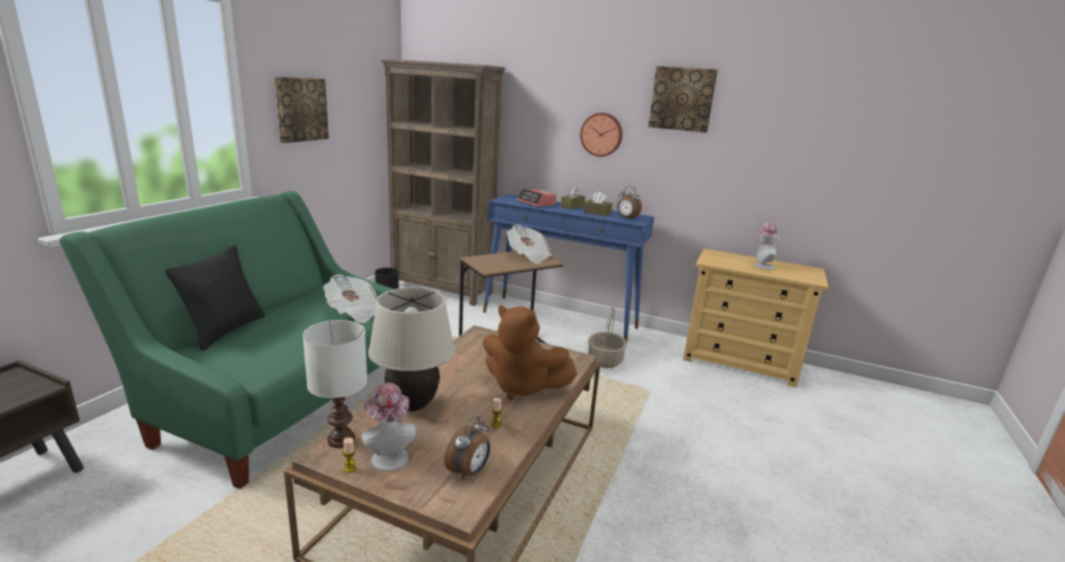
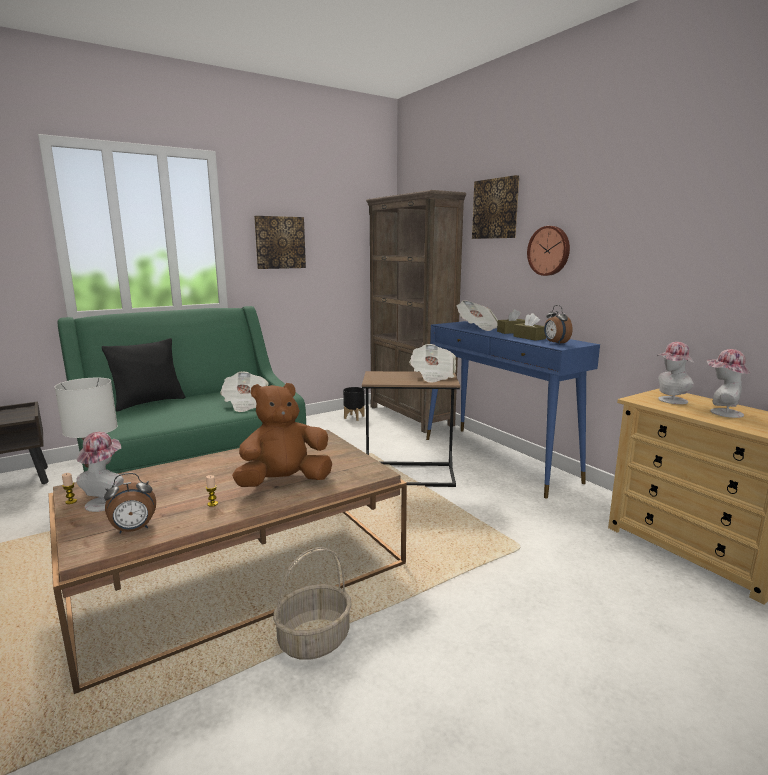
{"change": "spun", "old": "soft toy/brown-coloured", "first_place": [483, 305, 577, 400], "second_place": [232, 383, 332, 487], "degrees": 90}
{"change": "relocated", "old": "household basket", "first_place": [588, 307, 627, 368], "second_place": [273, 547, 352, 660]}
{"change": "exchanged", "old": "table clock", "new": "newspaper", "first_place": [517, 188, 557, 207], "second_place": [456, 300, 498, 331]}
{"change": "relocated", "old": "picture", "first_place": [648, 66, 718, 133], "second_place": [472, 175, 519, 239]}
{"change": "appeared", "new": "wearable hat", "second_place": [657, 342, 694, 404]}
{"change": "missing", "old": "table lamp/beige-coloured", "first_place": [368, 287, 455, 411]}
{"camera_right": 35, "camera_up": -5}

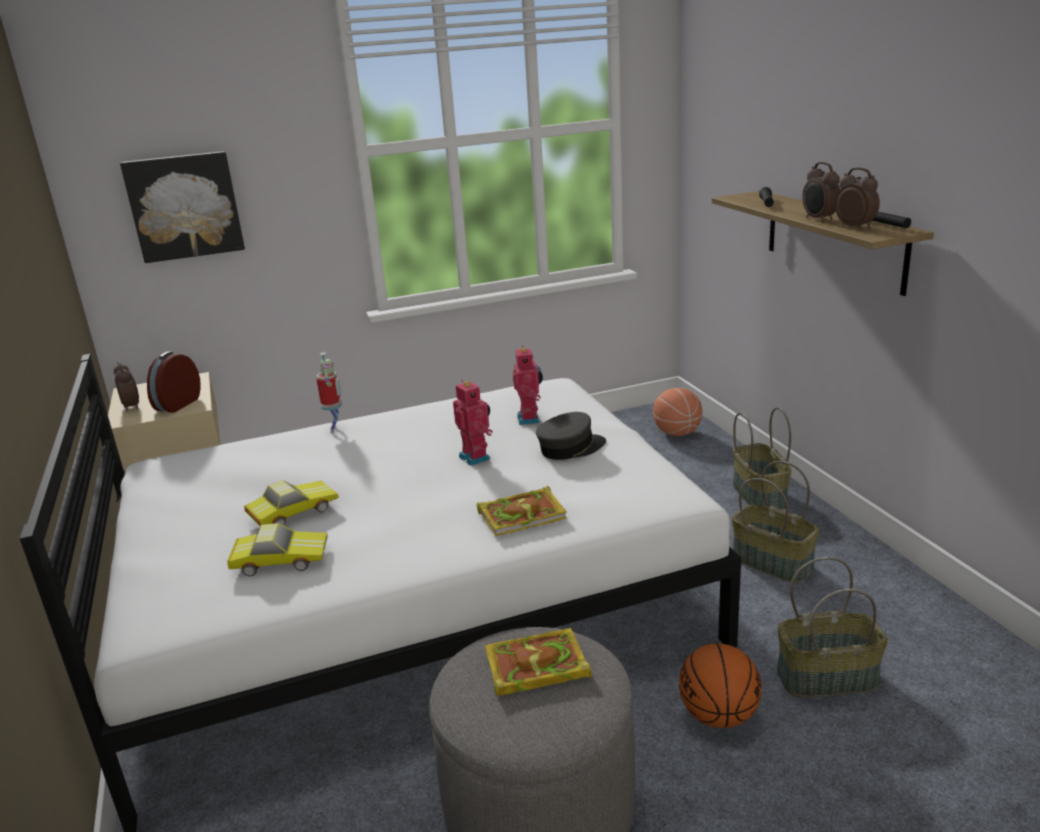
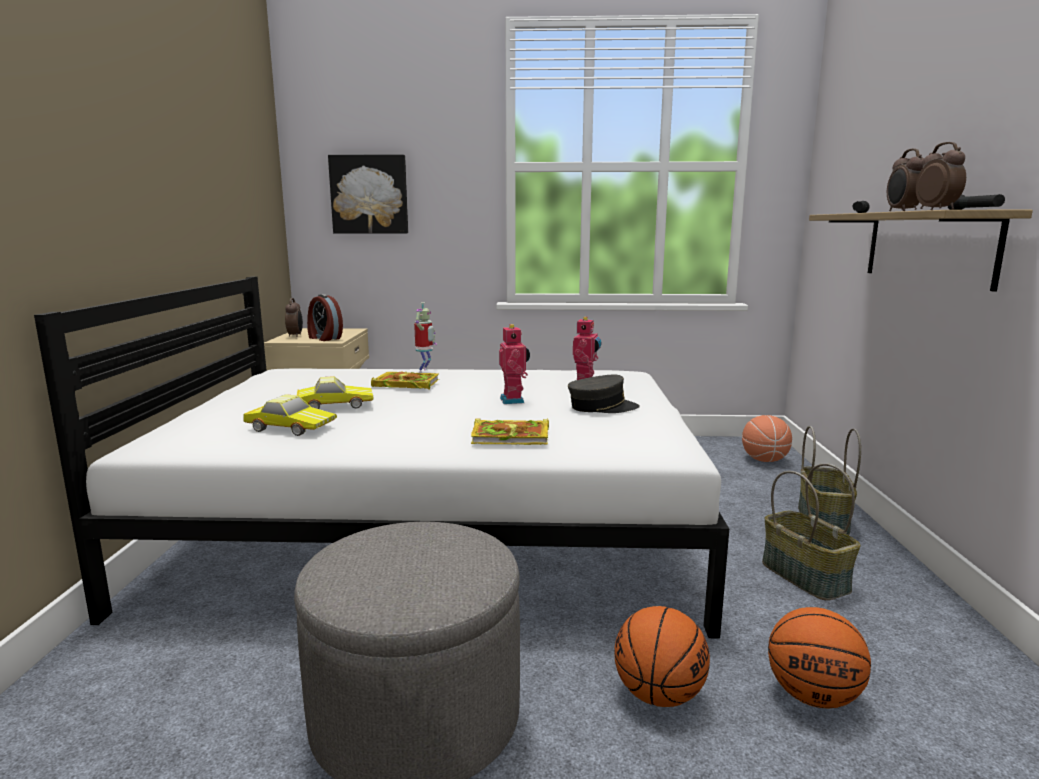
{"change": "spun", "old": "table clock", "first_place": [147, 351, 201, 413], "second_place": [307, 294, 343, 341], "degrees": -90}
{"change": "relocated", "old": "volume", "first_place": [485, 628, 592, 696], "second_place": [371, 372, 439, 390]}
{"change": "exchanged", "old": "household basket", "new": "basketball", "first_place": [777, 557, 888, 697], "second_place": [768, 607, 871, 708]}
{"camera_right": 20, "camera_up": -10}

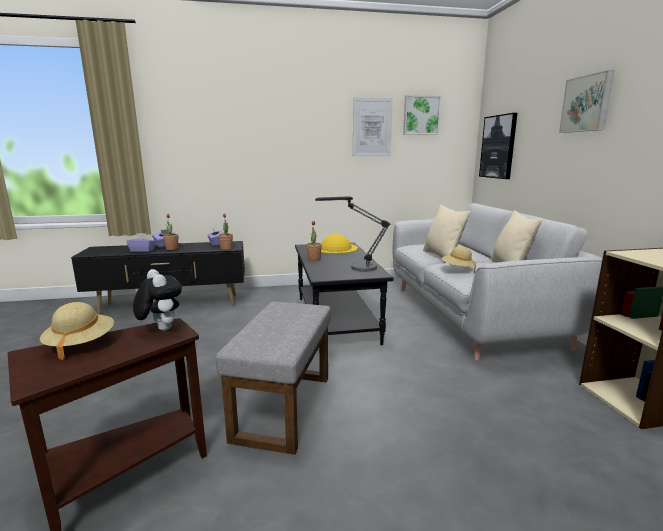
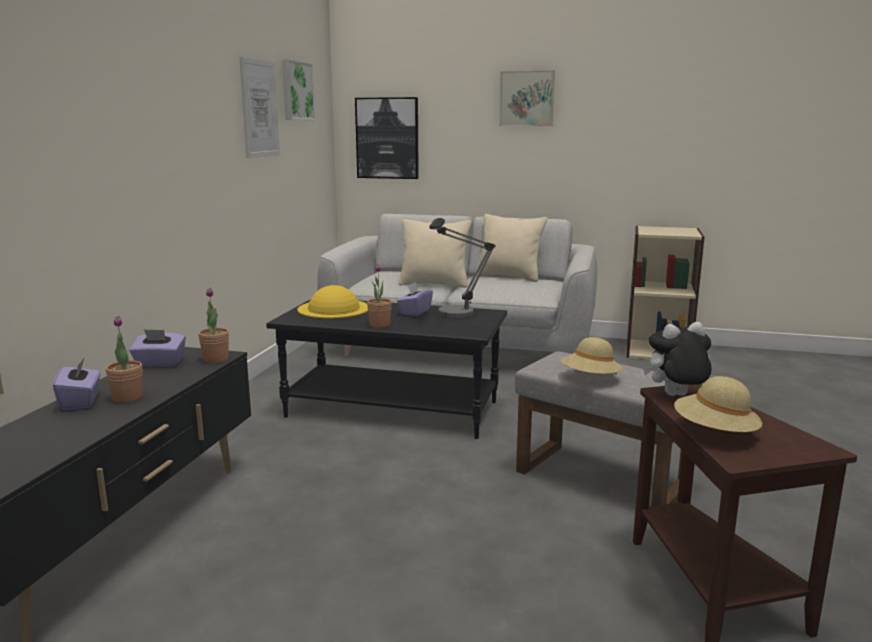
{"change": "relocated", "old": "tissue holder/purple", "first_place": [126, 233, 156, 253], "second_place": [397, 282, 433, 316]}
{"change": "relocated", "old": "wearable hat/beige-coloured", "first_place": [442, 246, 476, 272], "second_place": [561, 337, 623, 375]}
{"camera_right": -65, "camera_up": 0}

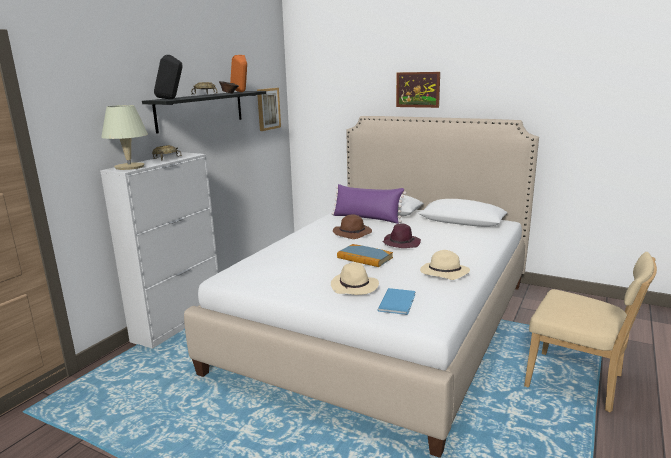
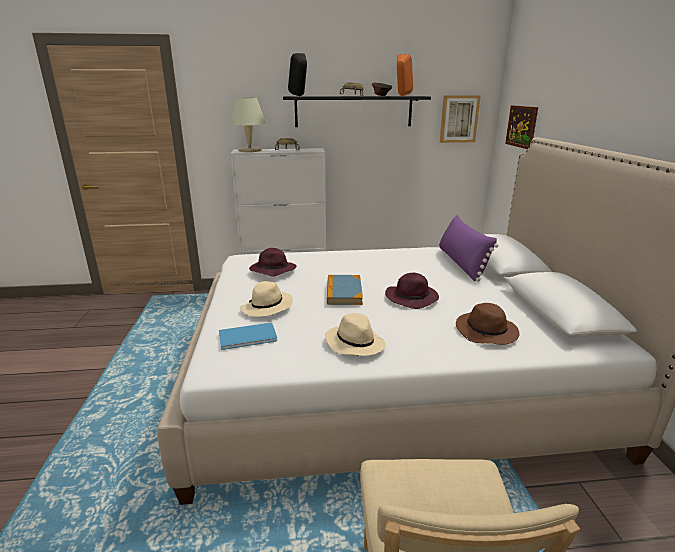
{"change": "appeared", "new": "wearable hat/purple", "second_place": [249, 248, 297, 277]}
{"change": "relocated", "old": "wearable hat/brown-coloured", "first_place": [333, 214, 372, 239], "second_place": [456, 303, 520, 345]}
{"change": "relocated", "old": "picture", "first_place": [396, 72, 440, 108], "second_place": [505, 105, 538, 149]}
{"camera_right": 55, "camera_up": 5}

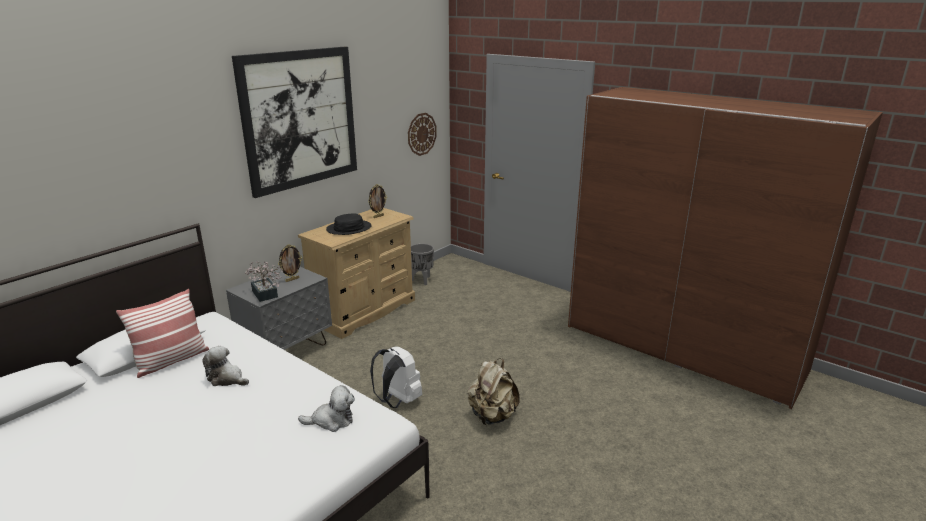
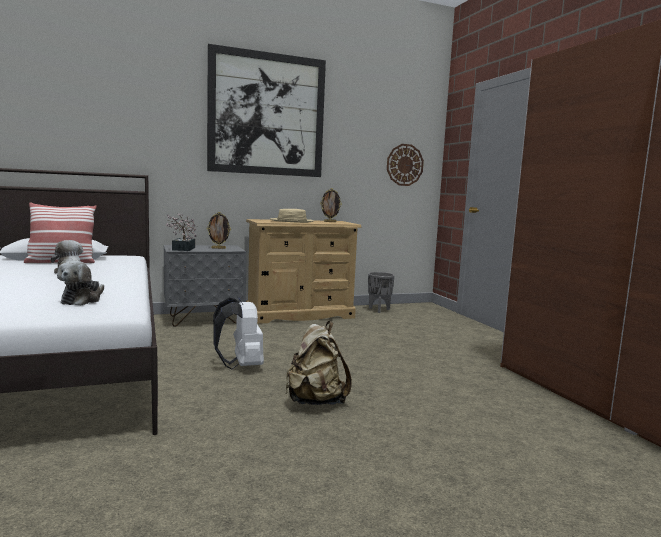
{"change": "spun", "old": "soft toy", "first_place": [298, 385, 355, 432], "second_place": [57, 261, 104, 306], "degrees": 75}
{"change": "colour", "old": "wearable hat/blackish", "new": "wearable hat/beige-coloured", "first_place": [326, 214, 372, 235], "second_place": [270, 209, 314, 223]}
{"camera_right": 30, "camera_up": -15}

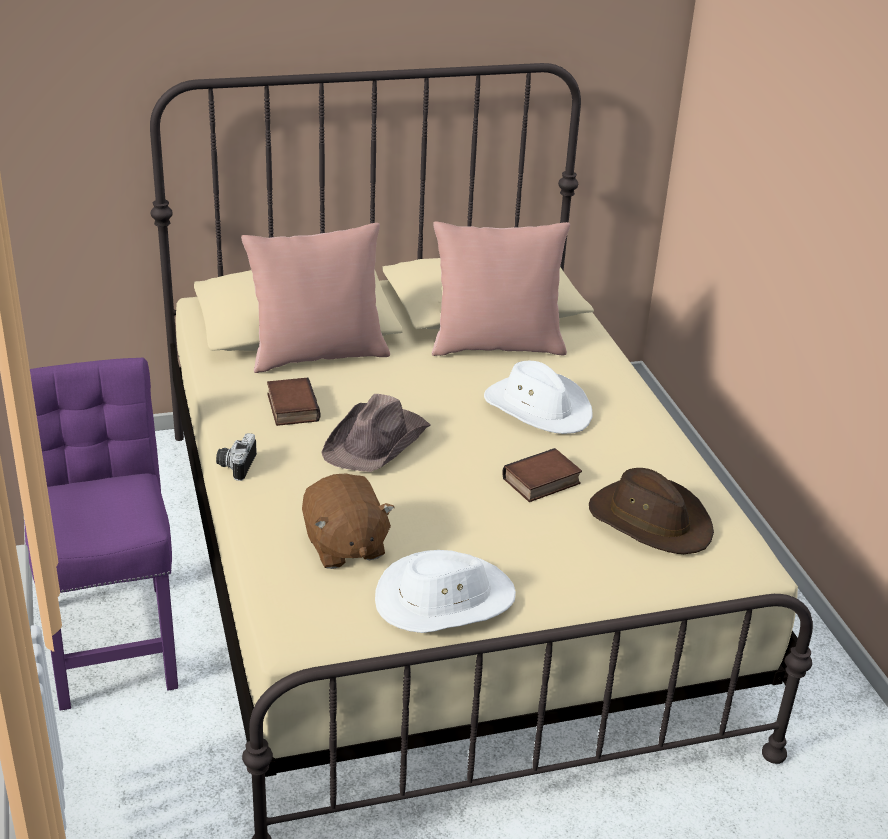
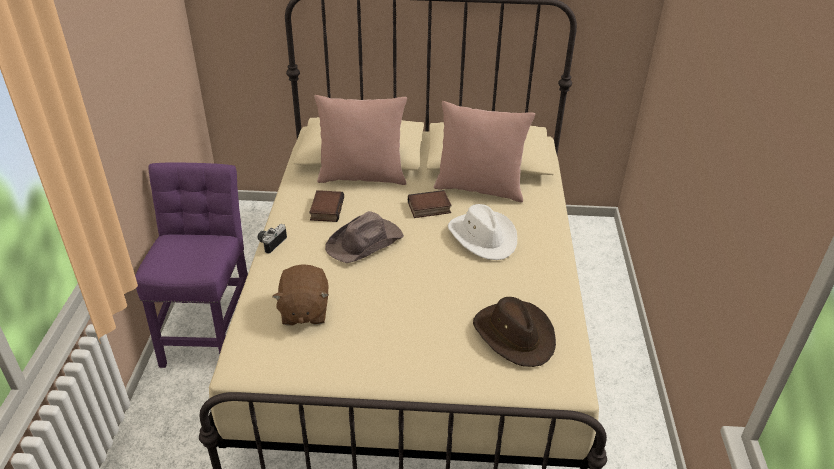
{"change": "relocated", "old": "volume", "first_place": [502, 448, 582, 502], "second_place": [408, 190, 452, 218]}
{"change": "missing", "old": "wearable hat/white", "first_place": [375, 550, 516, 633]}
{"camera_right": 20, "camera_up": 5}

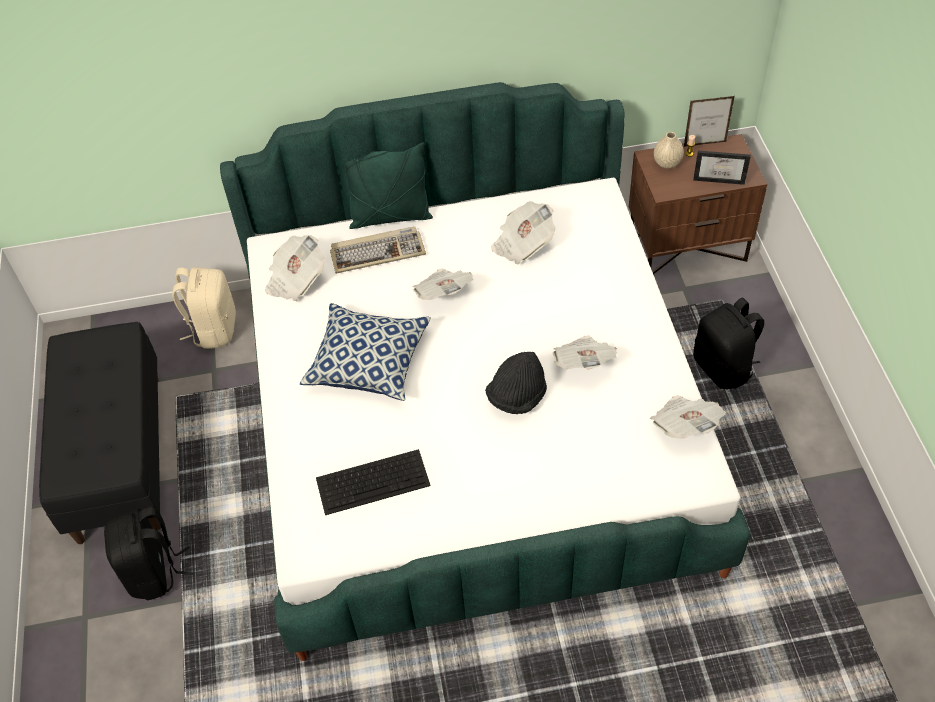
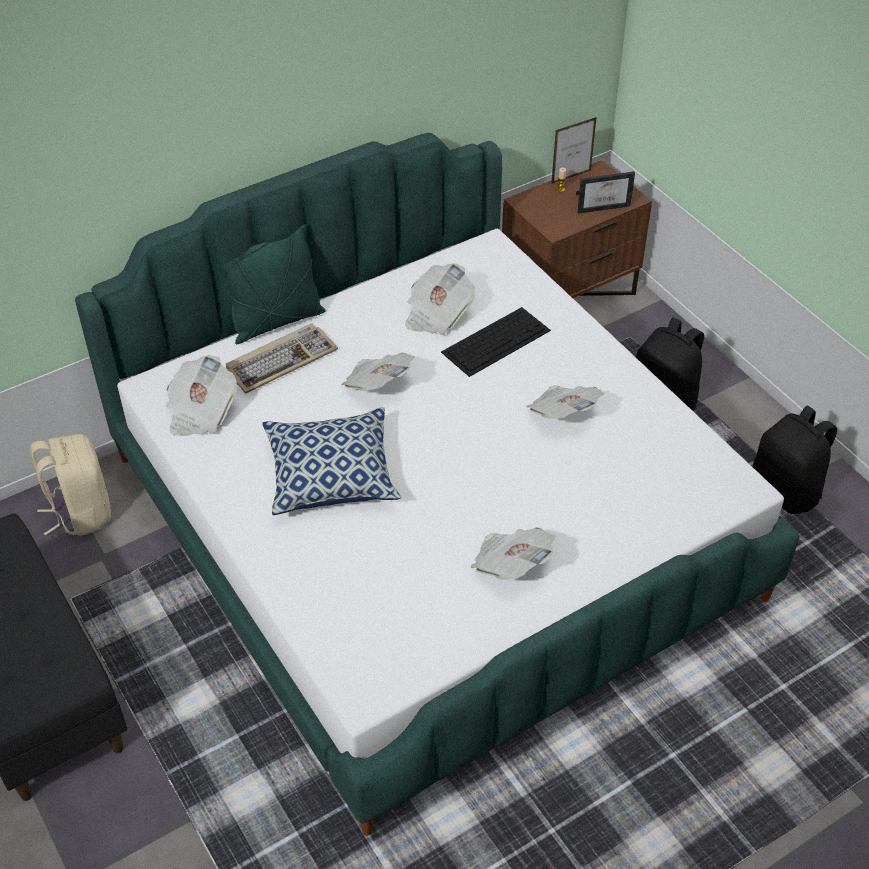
{"change": "relocated", "old": "keyboard", "first_place": [316, 449, 431, 515], "second_place": [441, 307, 551, 377]}
{"change": "relocated", "old": "newspaper", "first_place": [650, 395, 726, 439], "second_place": [470, 528, 556, 580]}
{"change": "relocated", "old": "rucksack/blackish", "first_place": [104, 507, 193, 601], "second_place": [753, 405, 837, 514]}
{"change": "missing", "old": "wearable hat/blackish", "first_place": [485, 352, 547, 414]}
{"change": "missing", "old": "decorative vase/beige-coloured", "first_place": [654, 132, 684, 168]}
{"camera_right": -25, "camera_up": -5}

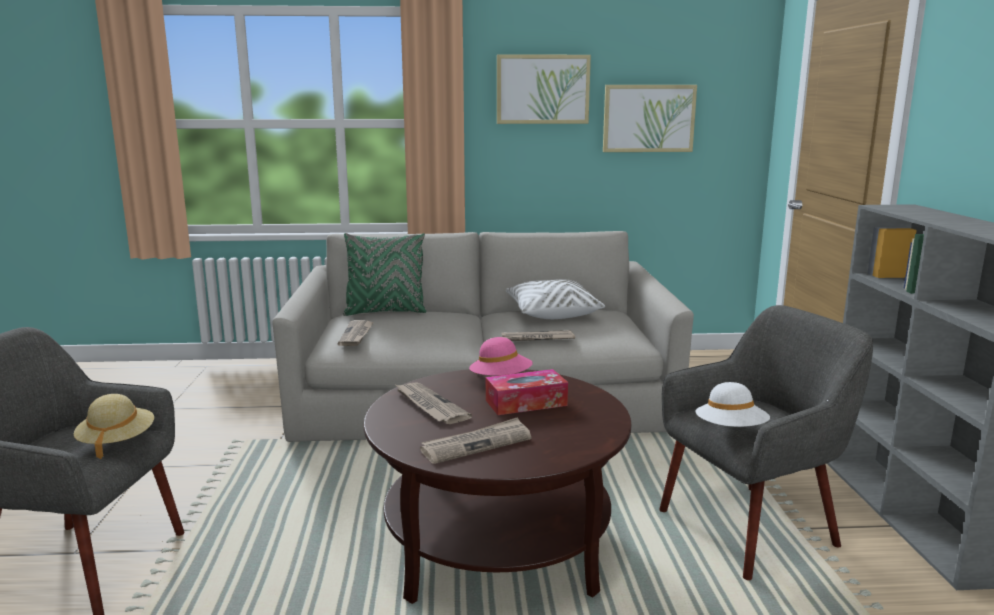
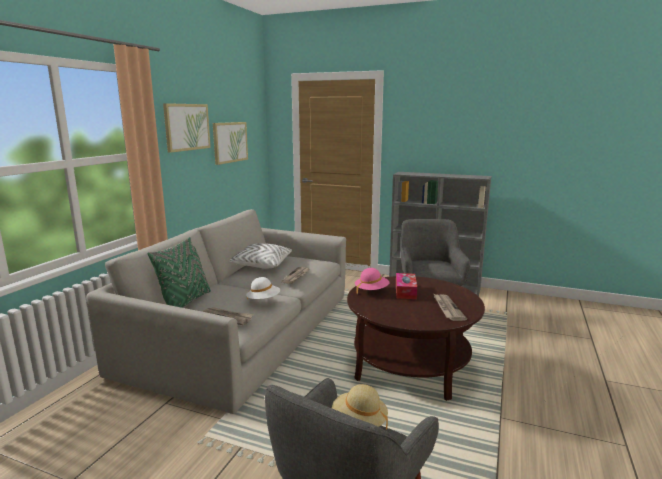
{"change": "relocated", "old": "wearable hat/white", "first_place": [695, 382, 770, 427], "second_place": [246, 277, 280, 299]}
{"change": "missing", "old": "newspaper", "first_place": [396, 382, 472, 424]}
{"camera_right": -65, "camera_up": 0}

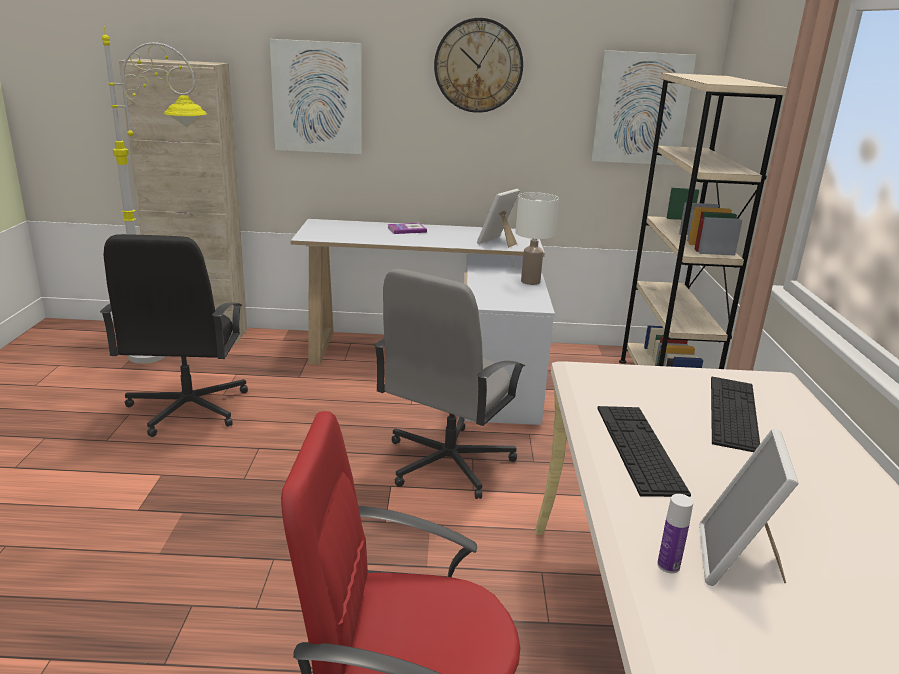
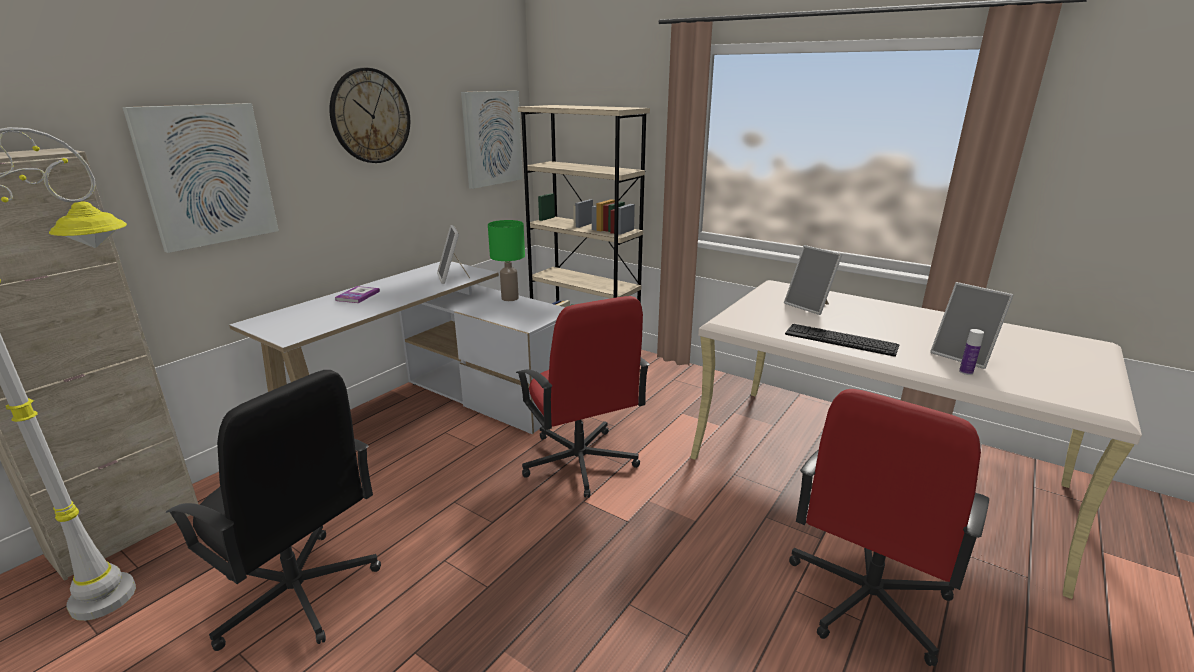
{"change": "colour", "old": "table lamp/white", "new": "table lamp/green", "first_place": [515, 192, 559, 285], "second_place": [488, 220, 525, 301]}
{"change": "colour", "old": "computer chair/grey", "new": "computer chair/reddish", "first_place": [374, 269, 525, 499], "second_place": [516, 296, 650, 498]}
{"change": "exchanged", "old": "keyboard", "new": "picture frame", "first_place": [711, 377, 760, 452], "second_place": [784, 245, 842, 315]}
{"camera_right": -55, "camera_up": 0}

